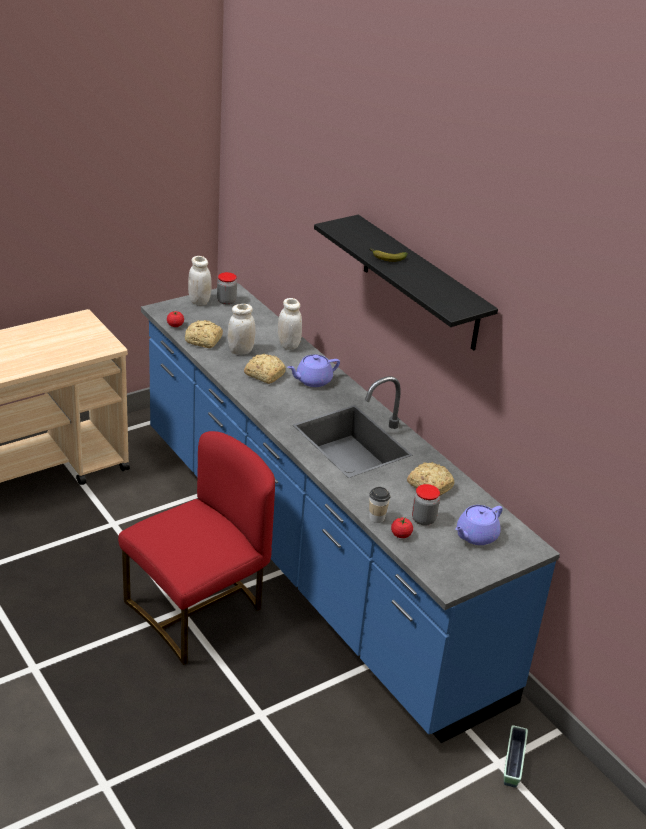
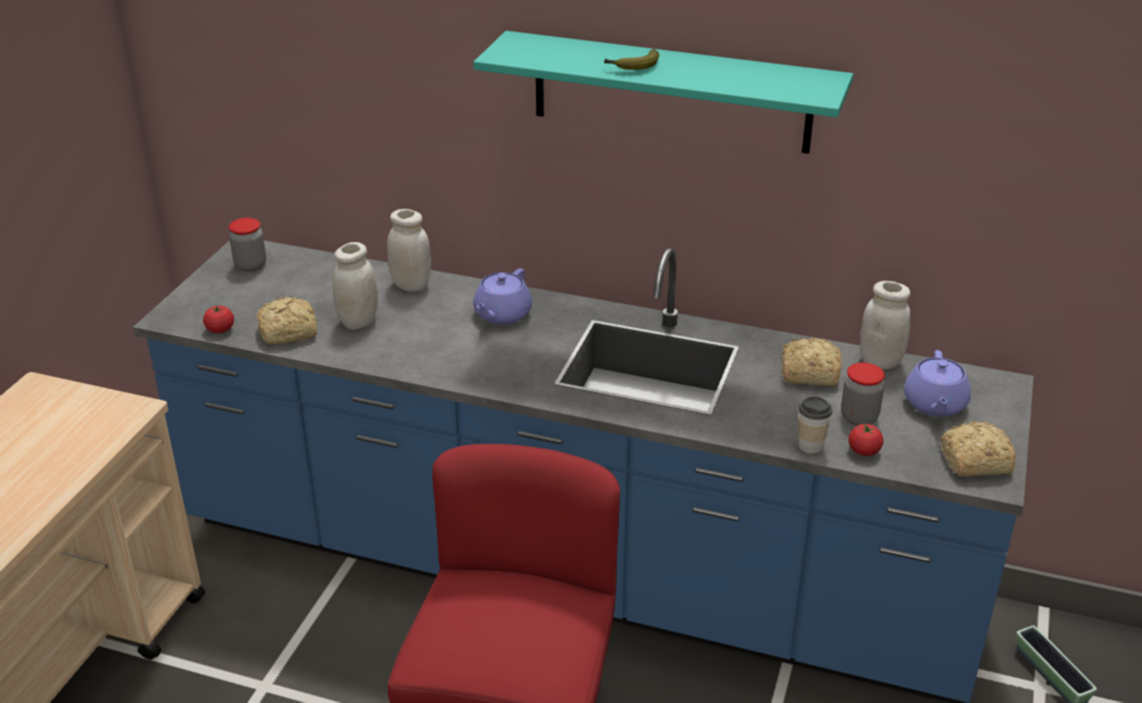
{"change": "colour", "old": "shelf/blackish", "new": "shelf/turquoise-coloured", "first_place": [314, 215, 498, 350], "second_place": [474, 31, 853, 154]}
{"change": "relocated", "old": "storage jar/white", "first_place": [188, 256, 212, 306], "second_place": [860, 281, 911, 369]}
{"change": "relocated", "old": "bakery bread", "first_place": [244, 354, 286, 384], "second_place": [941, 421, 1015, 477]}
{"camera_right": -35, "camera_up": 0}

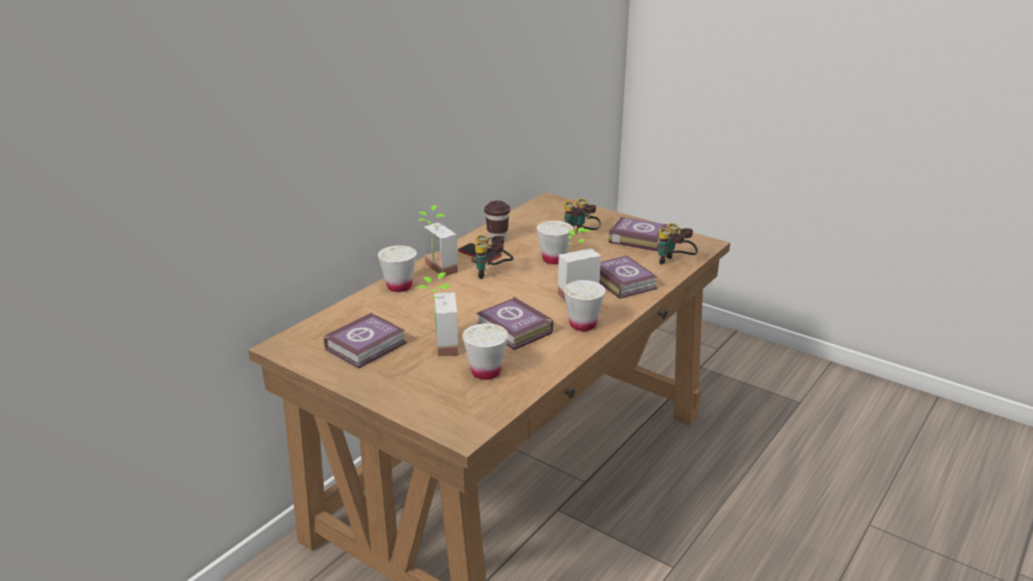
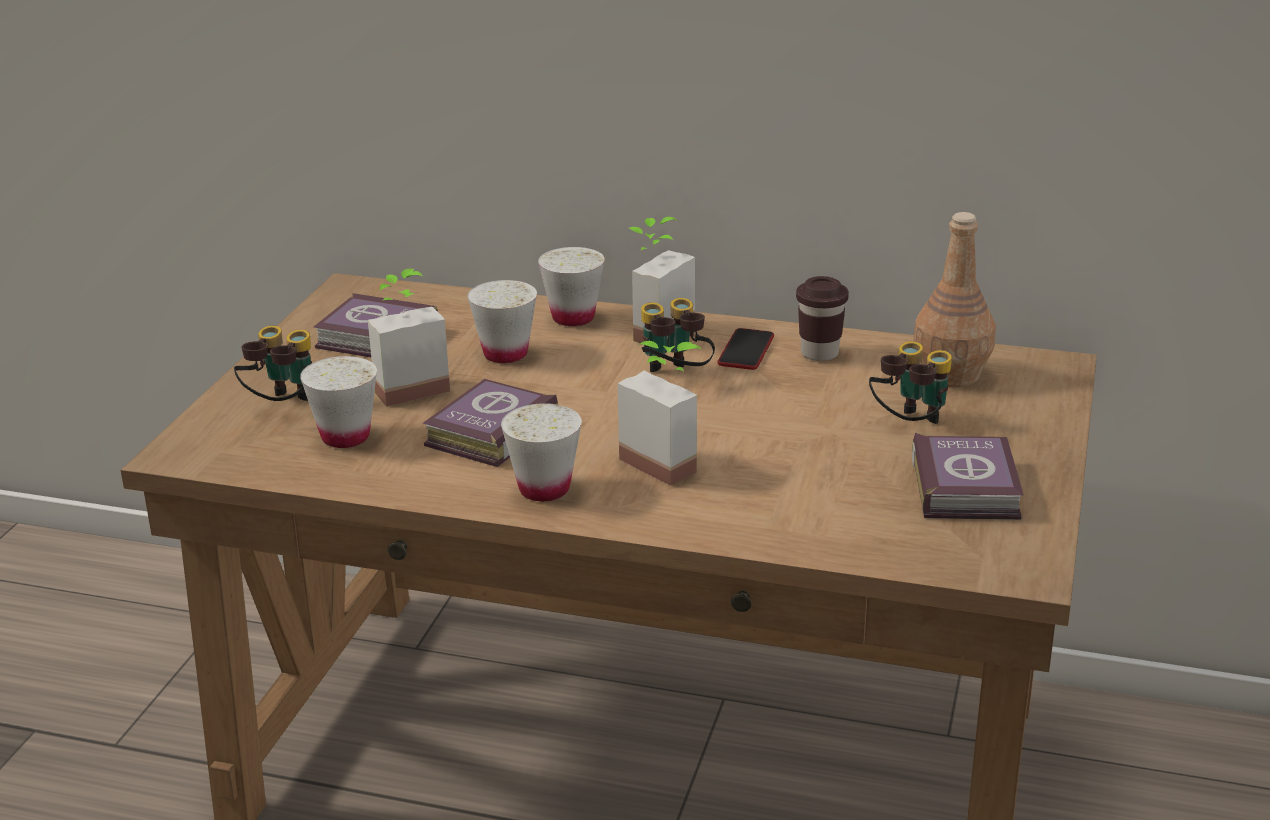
{"change": "relocated", "old": "binoculars", "first_place": [658, 223, 698, 264], "second_place": [234, 326, 312, 401]}
{"change": "relocated", "old": "cup/white", "first_place": [537, 221, 573, 264], "second_place": [467, 280, 537, 363]}
{"change": "appeared", "new": "beverage bottle/brown-coloured", "second_place": [913, 212, 996, 387]}
{"change": "missing", "old": "volume", "first_place": [600, 256, 657, 299]}
{"camera_right": 70, "camera_up": 0}

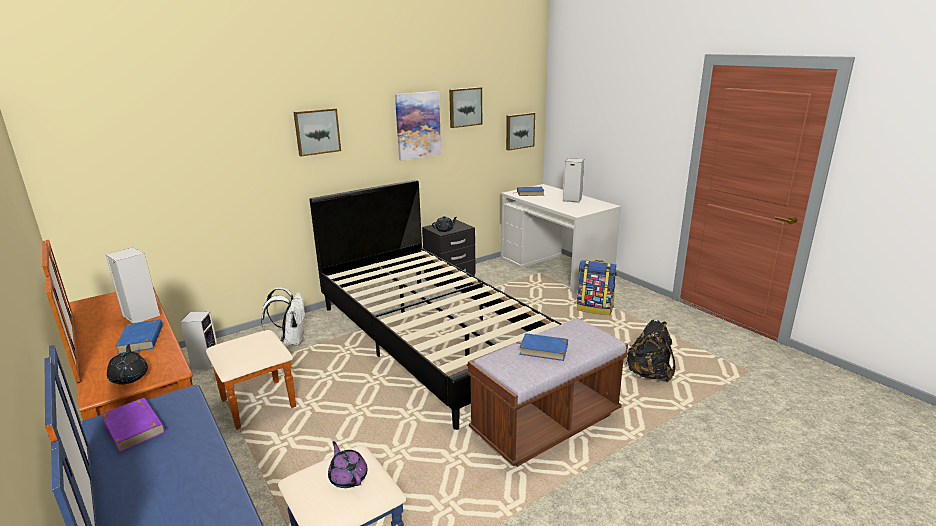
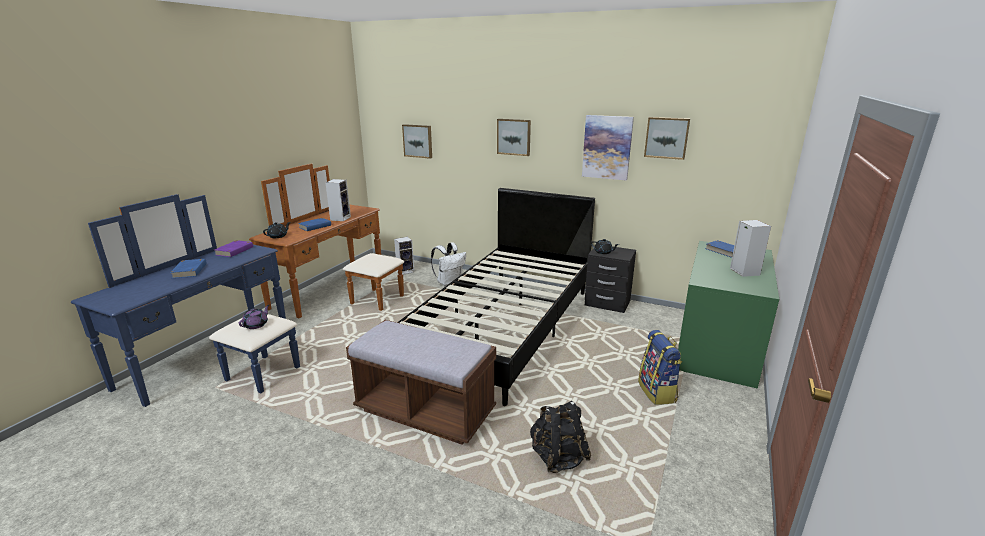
{"change": "relocated", "old": "volume/blue", "first_place": [517, 333, 568, 361], "second_place": [170, 259, 207, 278]}
{"change": "relocated", "old": "picture", "first_place": [506, 112, 535, 150], "second_place": [402, 124, 432, 159]}
{"change": "colour", "old": "desk table/white", "new": "desk table/green", "first_place": [501, 184, 621, 292], "second_place": [678, 241, 779, 389]}
{"camera_right": 60, "camera_up": 0}

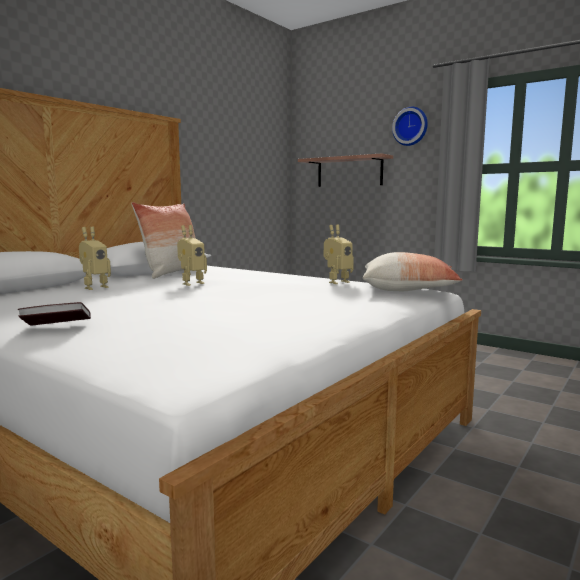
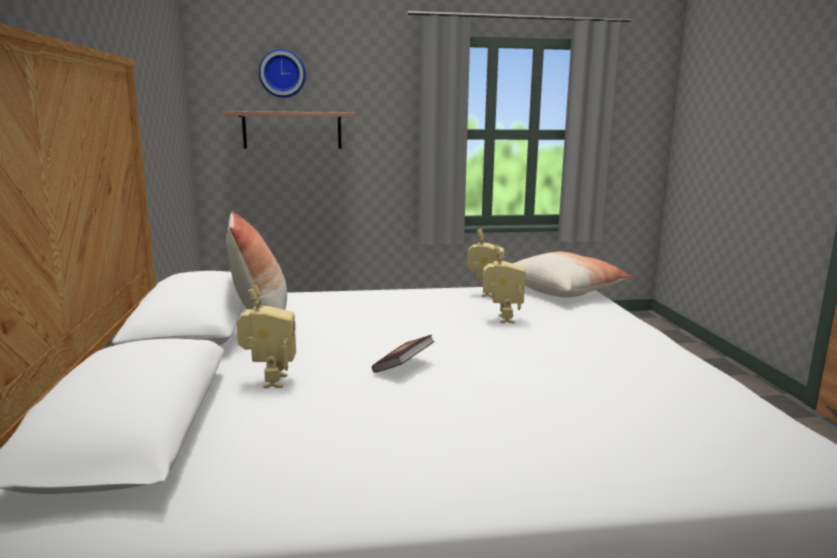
{"change": "relocated", "old": "clock on the wall", "first_place": [392, 107, 428, 146], "second_place": [259, 49, 306, 98]}
{"change": "relocated", "old": "volume", "first_place": [18, 302, 91, 326], "second_place": [372, 335, 435, 373]}
{"change": "relocated", "old": "robot figure", "first_place": [177, 225, 207, 286], "second_place": [483, 245, 526, 323]}
{"camera_right": -45, "camera_up": 5}

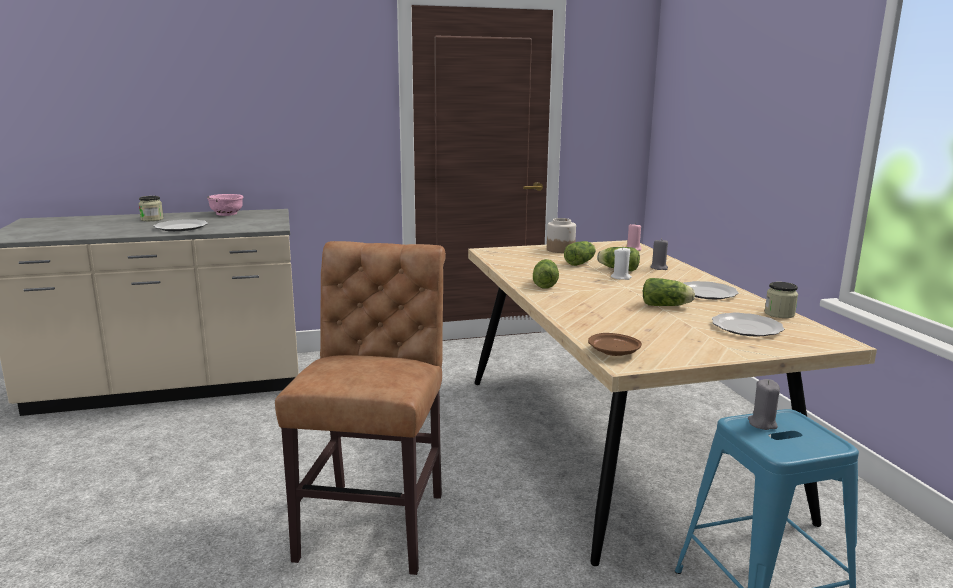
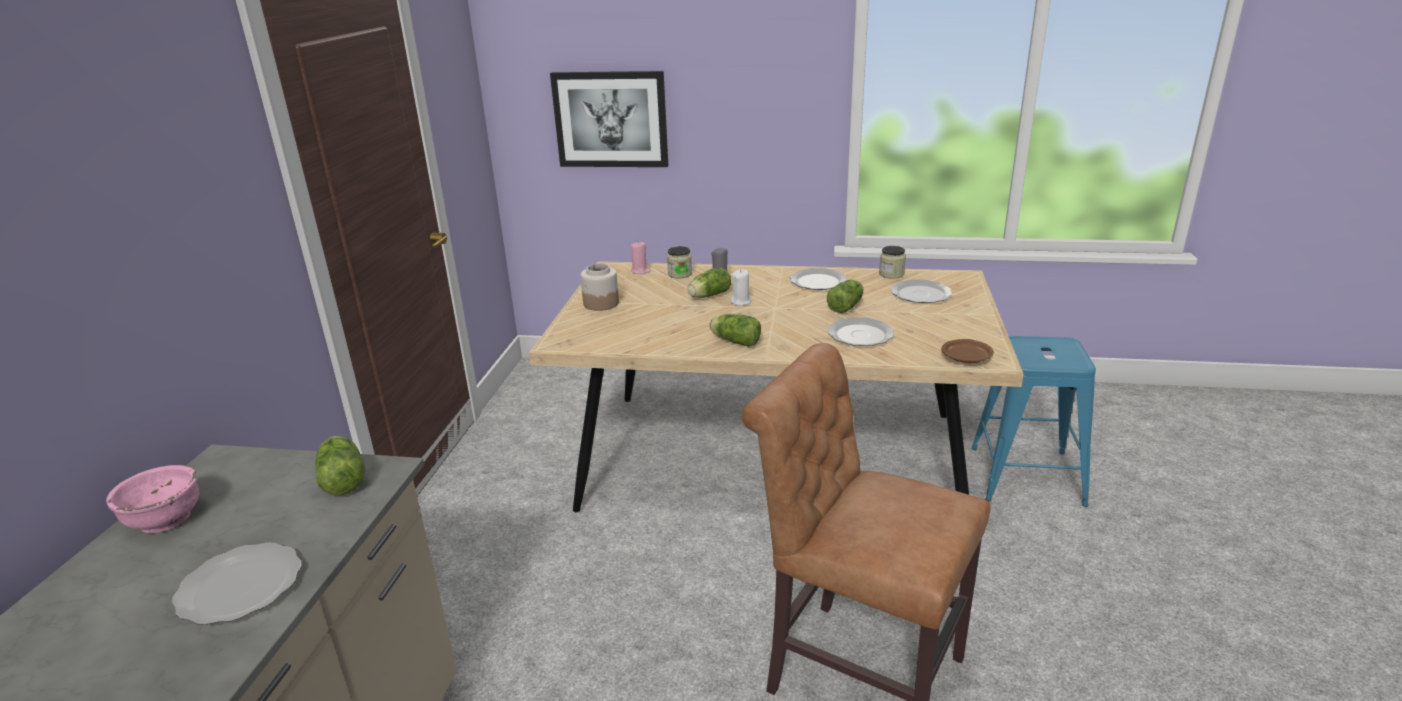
{"change": "relocated", "old": "lettuce head", "first_place": [564, 241, 596, 266], "second_place": [315, 436, 365, 495]}
{"change": "appeared", "new": "picture", "second_place": [550, 71, 668, 167]}
{"change": "relocated", "old": "storage jar", "first_place": [139, 196, 164, 221], "second_place": [667, 246, 692, 278]}
{"change": "appeared", "new": "plate", "second_place": [828, 317, 894, 346]}
{"change": "missing", "old": "wax light/grey", "first_place": [748, 379, 780, 430]}
{"camera_right": -65, "camera_up": 10}

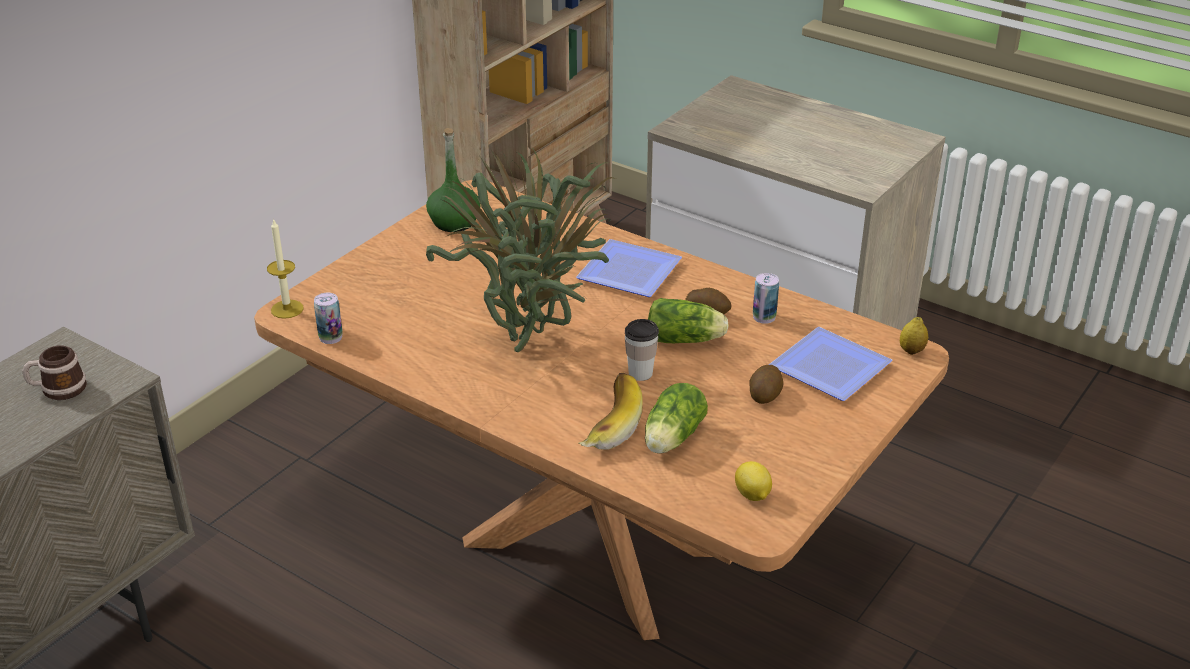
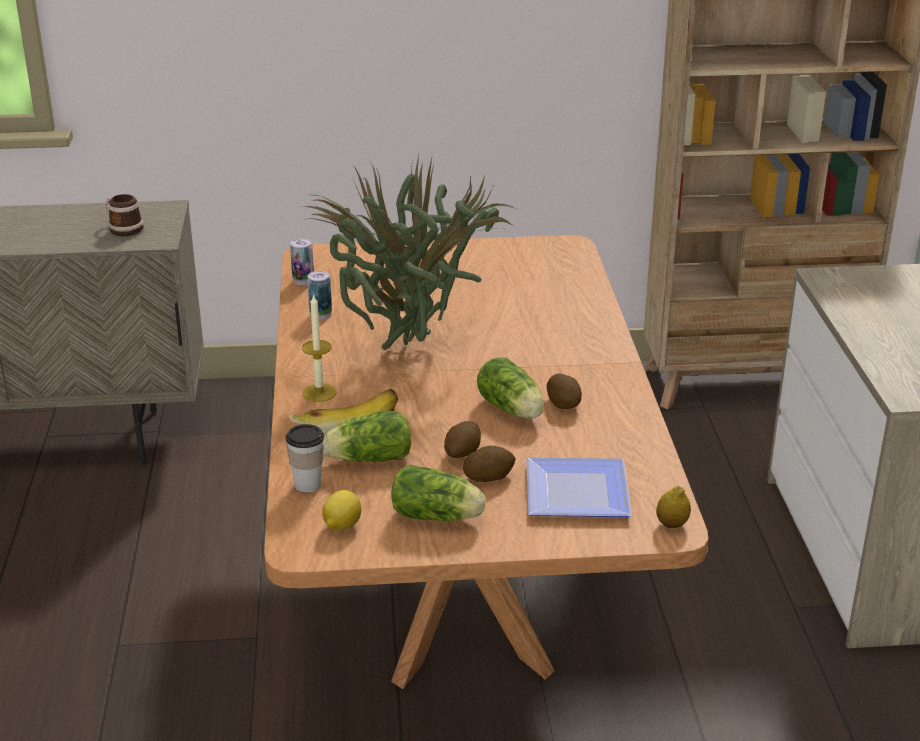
{"change": "relocated", "old": "cup", "first_place": [625, 319, 659, 381], "second_place": [286, 424, 324, 493]}
{"change": "relocated", "old": "wax light", "first_place": [267, 218, 304, 319], "second_place": [302, 294, 337, 402]}
{"change": "relocated", "old": "sealed can", "first_place": [753, 273, 779, 324], "second_place": [307, 271, 332, 319]}
{"change": "appeared", "new": "lettuce head", "second_place": [391, 465, 486, 521]}
{"change": "appeared", "new": "potato", "second_place": [444, 421, 481, 458]}
{"change": "missing", "old": "beverage bottle/green", "first_place": [426, 128, 481, 232]}
{"change": "missing", "old": "plate", "first_place": [576, 239, 682, 297]}
{"camera_right": 50, "camera_up": -5}

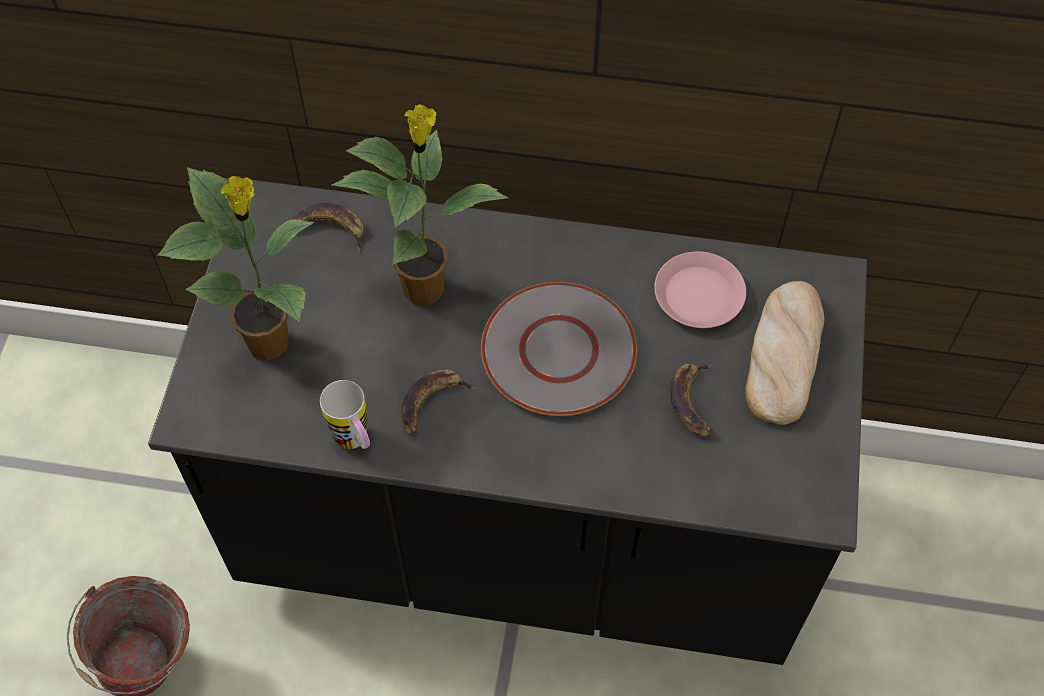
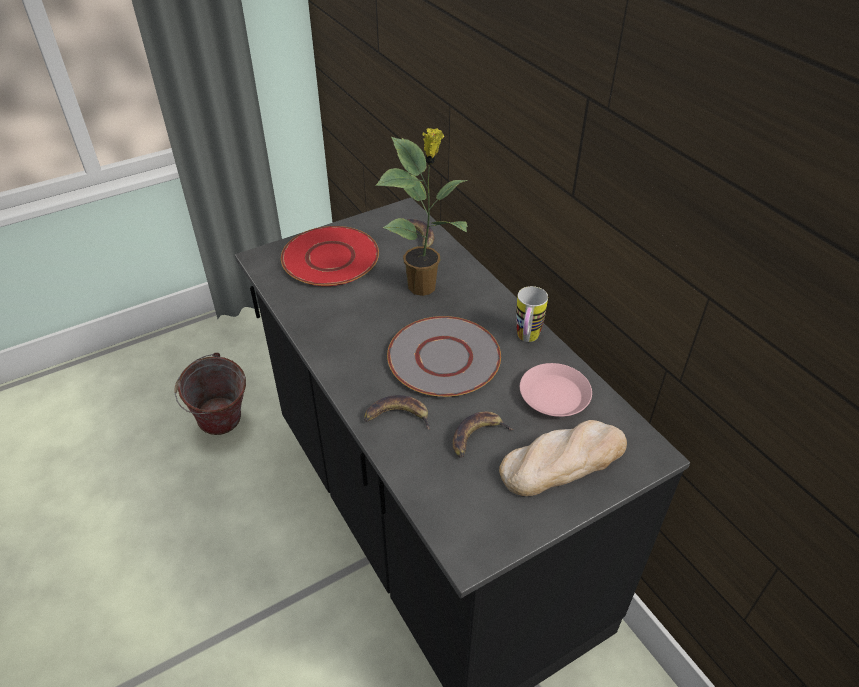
{"change": "exchanged", "old": "houseplant", "new": "plate/reddish", "first_place": [157, 167, 314, 361], "second_place": [281, 226, 379, 286]}
{"change": "relocated", "old": "whole banana", "first_place": [401, 369, 477, 437], "second_place": [364, 395, 430, 430]}
{"change": "relocated", "old": "tea mug", "first_place": [320, 380, 370, 449], "second_place": [516, 286, 548, 342]}
{"camera_right": 50, "camera_up": -15}

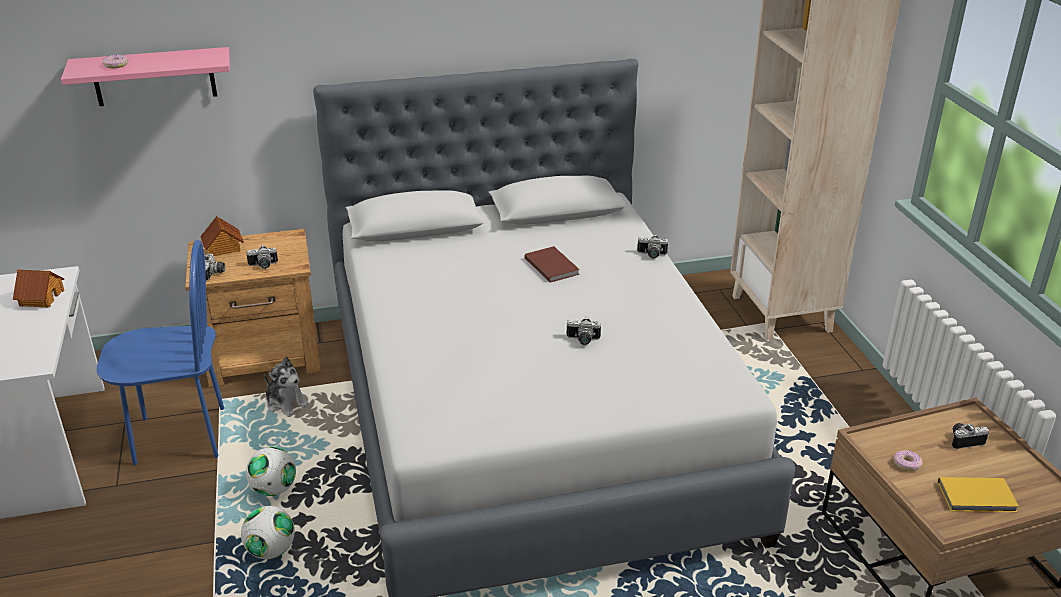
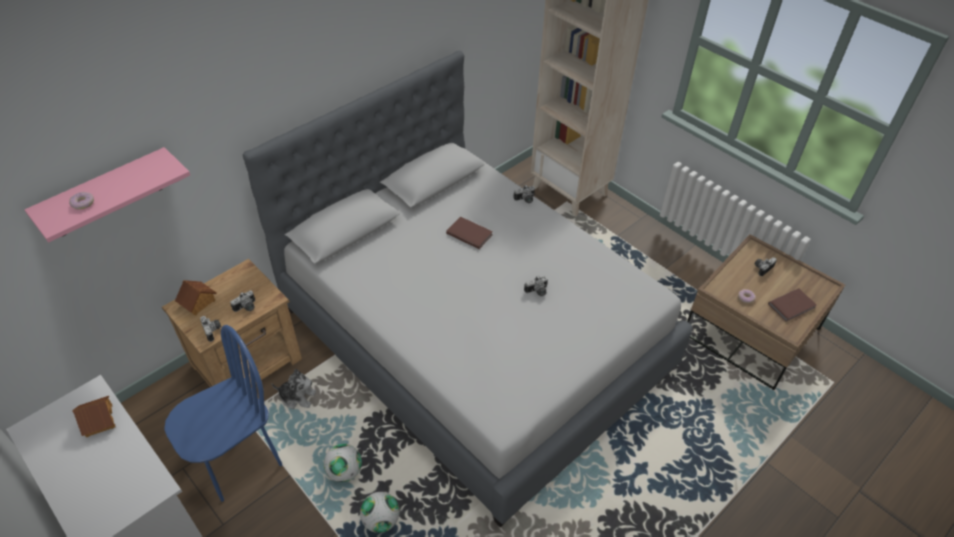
{"change": "colour", "old": "volume/yellow-coloured", "new": "volume/brown-coloured", "first_place": [938, 477, 1019, 512], "second_place": [768, 288, 817, 322]}
{"camera_right": -30, "camera_up": 15}

